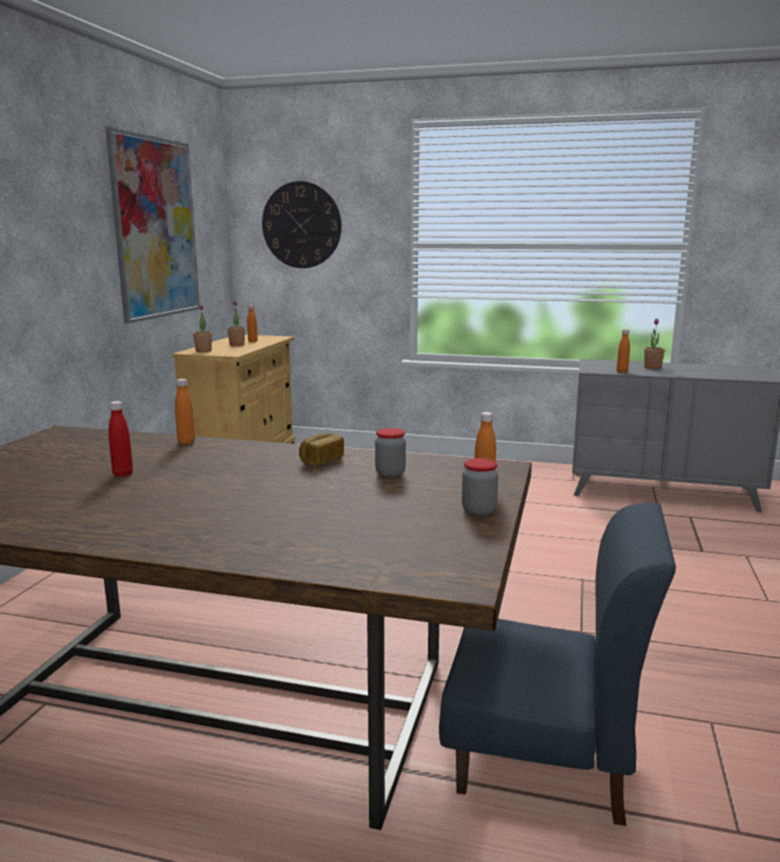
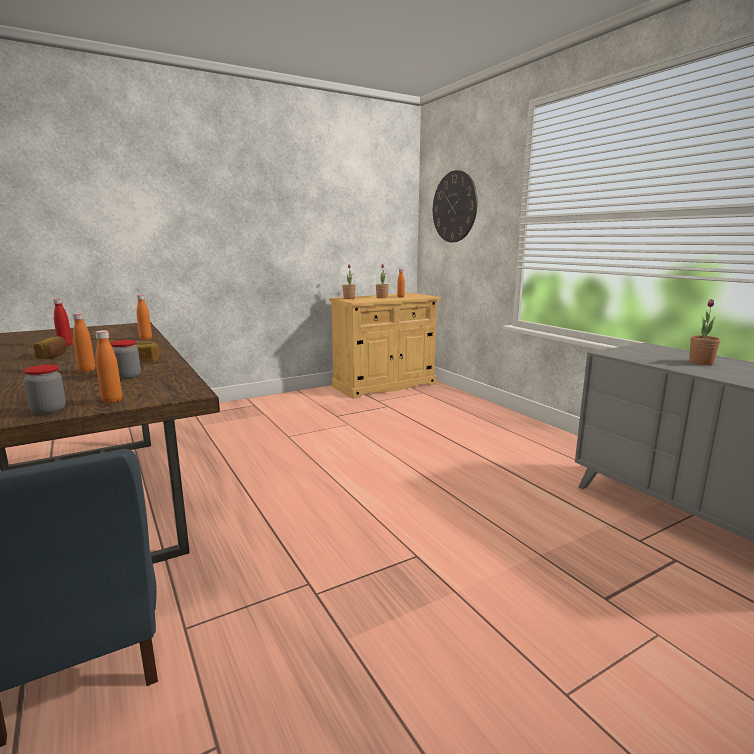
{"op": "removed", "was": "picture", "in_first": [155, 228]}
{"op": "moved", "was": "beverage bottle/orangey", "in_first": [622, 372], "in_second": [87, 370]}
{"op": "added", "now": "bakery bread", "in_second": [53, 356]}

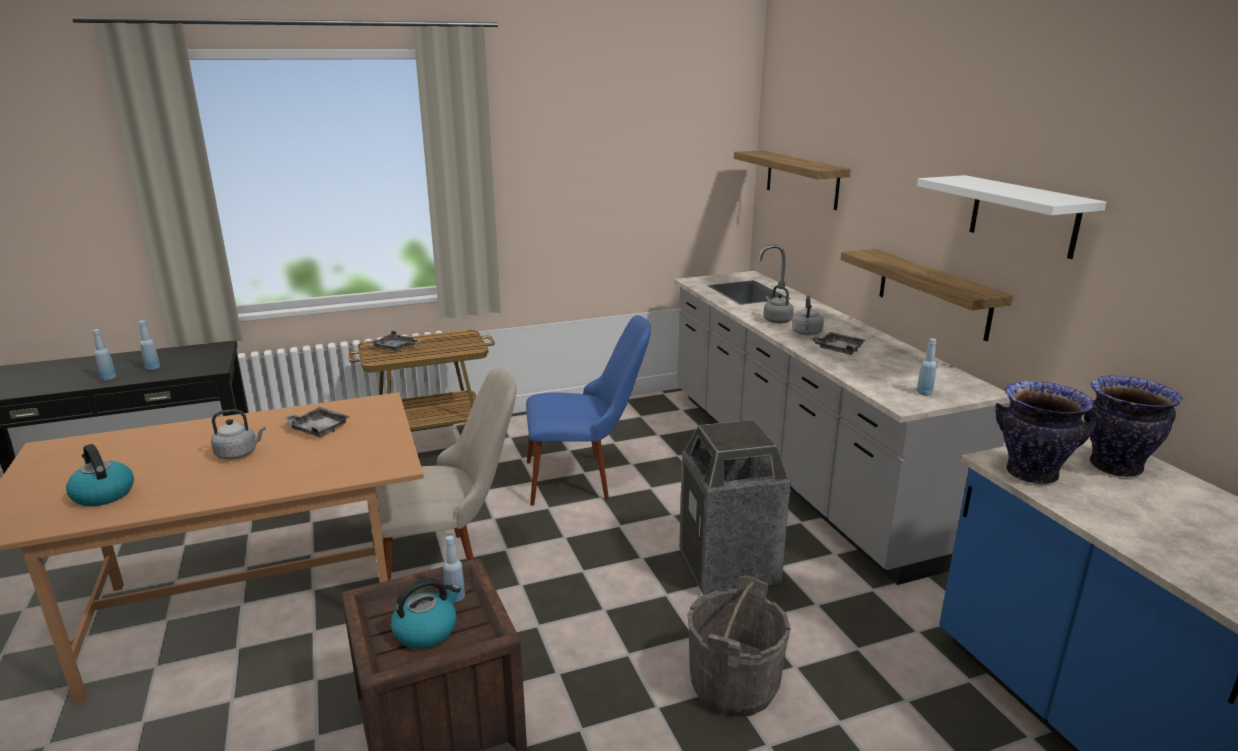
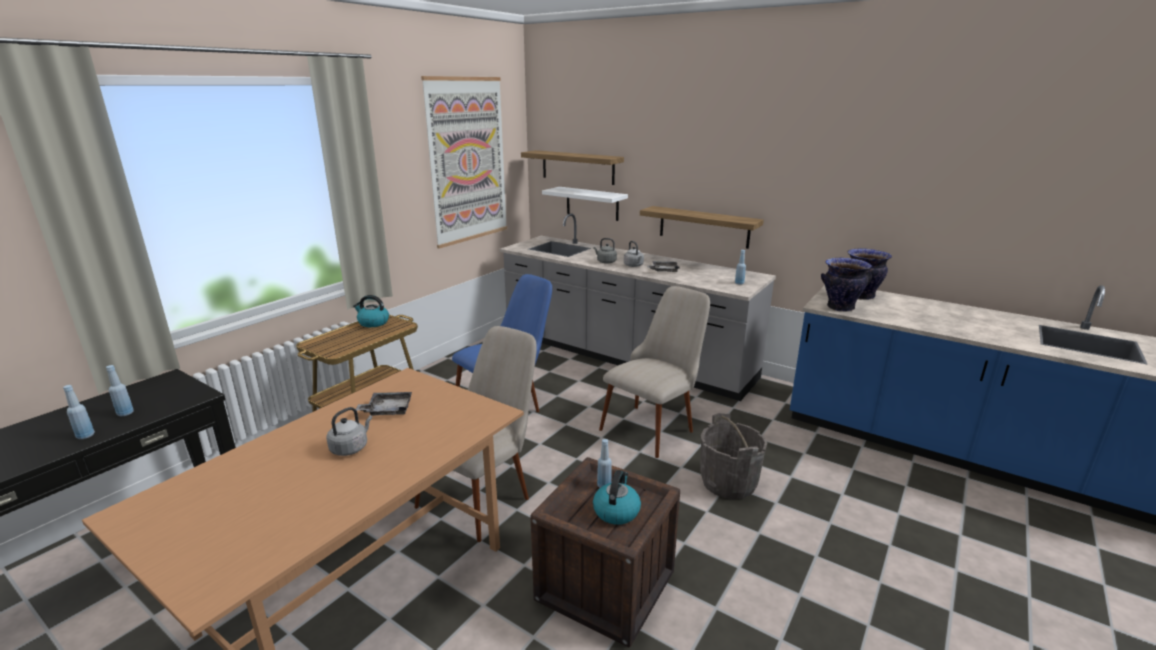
{"op": "moved", "was": "kettle", "in_first": [103, 494], "in_second": [373, 323]}
{"op": "removed", "was": "serving tray/grey", "in_first": [396, 348]}
{"op": "replaced", "was": "rubbish bin", "now": "upright chair/beige", "in_first": [729, 568], "in_second": [655, 424]}
{"op": "moved", "was": "wall shelf/white-coloured", "in_first": [1023, 216], "in_second": [592, 203]}
{"op": "added", "now": "picture", "in_second": [468, 161]}

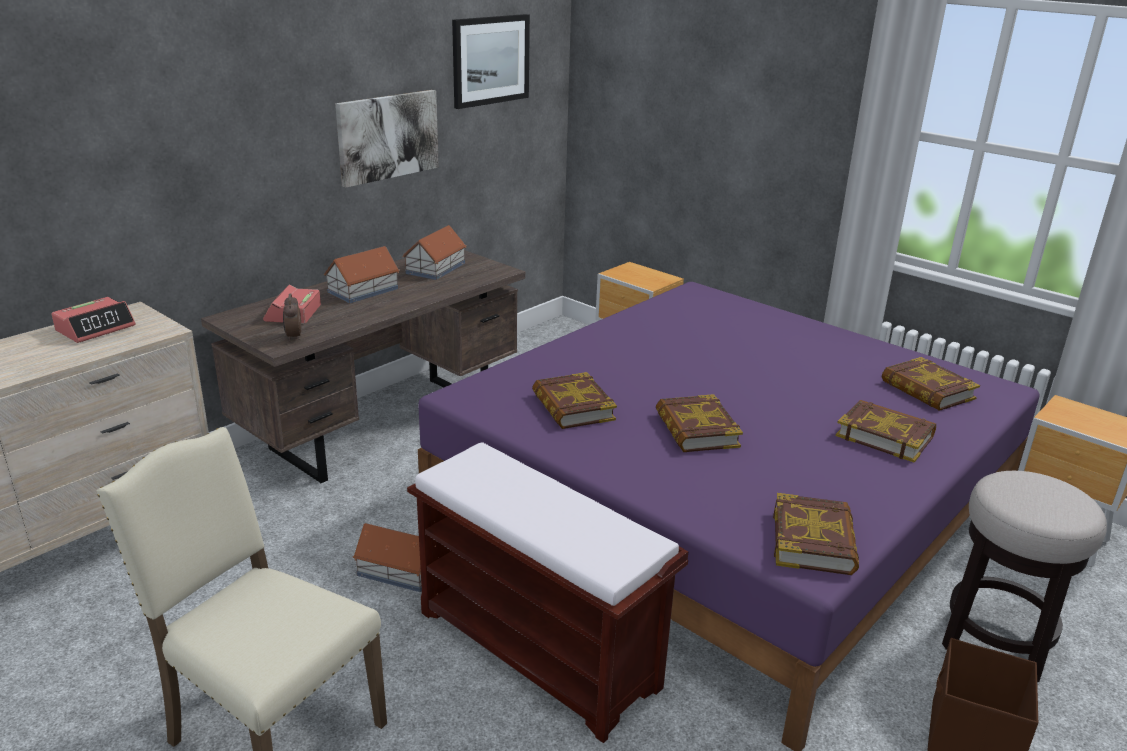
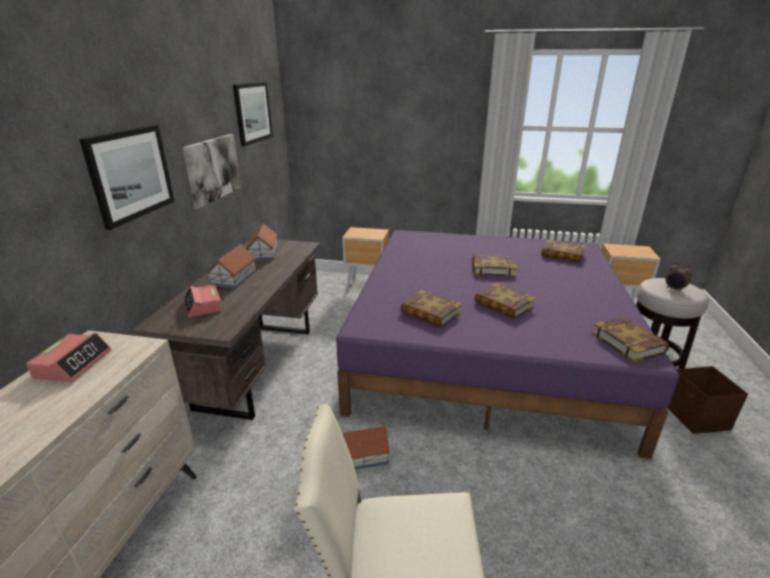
{"op": "moved", "was": "bedside clock", "in_first": [293, 337], "in_second": [674, 289]}
{"op": "removed", "was": "long seat/brown-coloured", "in_first": [540, 649]}
{"op": "moved", "was": "book", "in_first": [884, 436], "in_second": [493, 268]}
{"op": "added", "now": "picture", "in_second": [131, 174]}

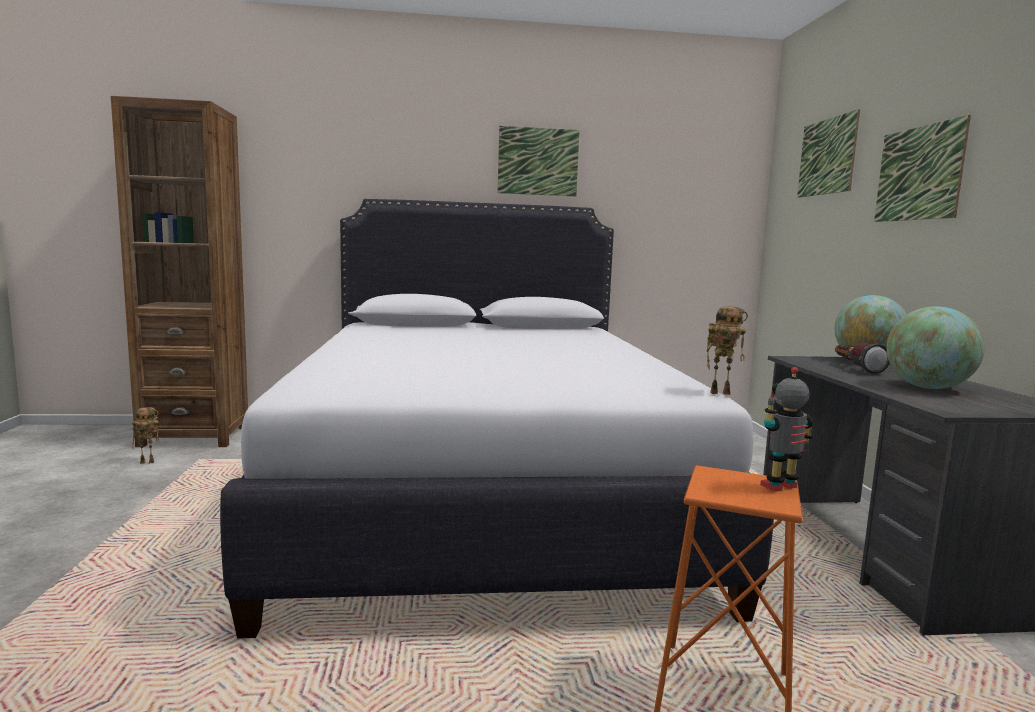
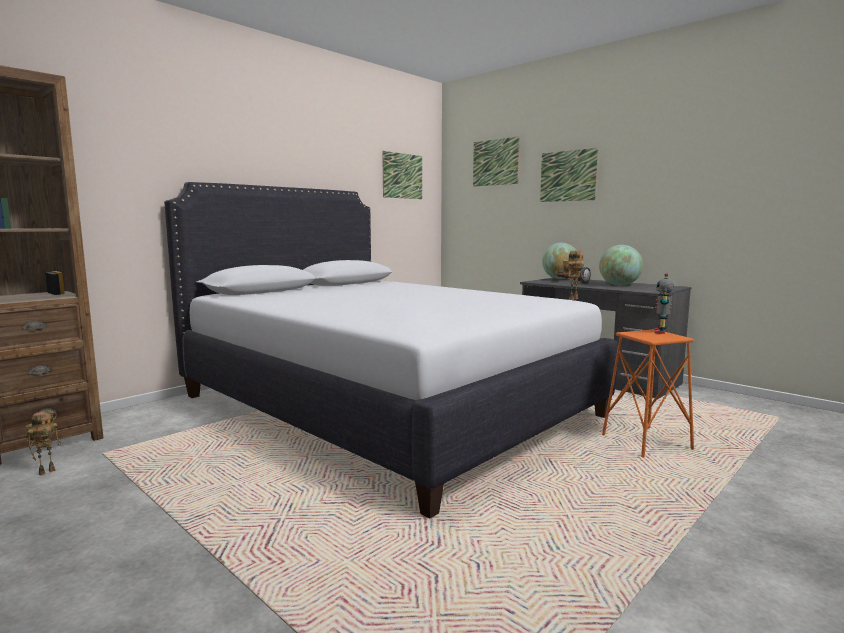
{"op": "moved", "was": "picture", "in_first": [538, 161], "in_second": [402, 176]}

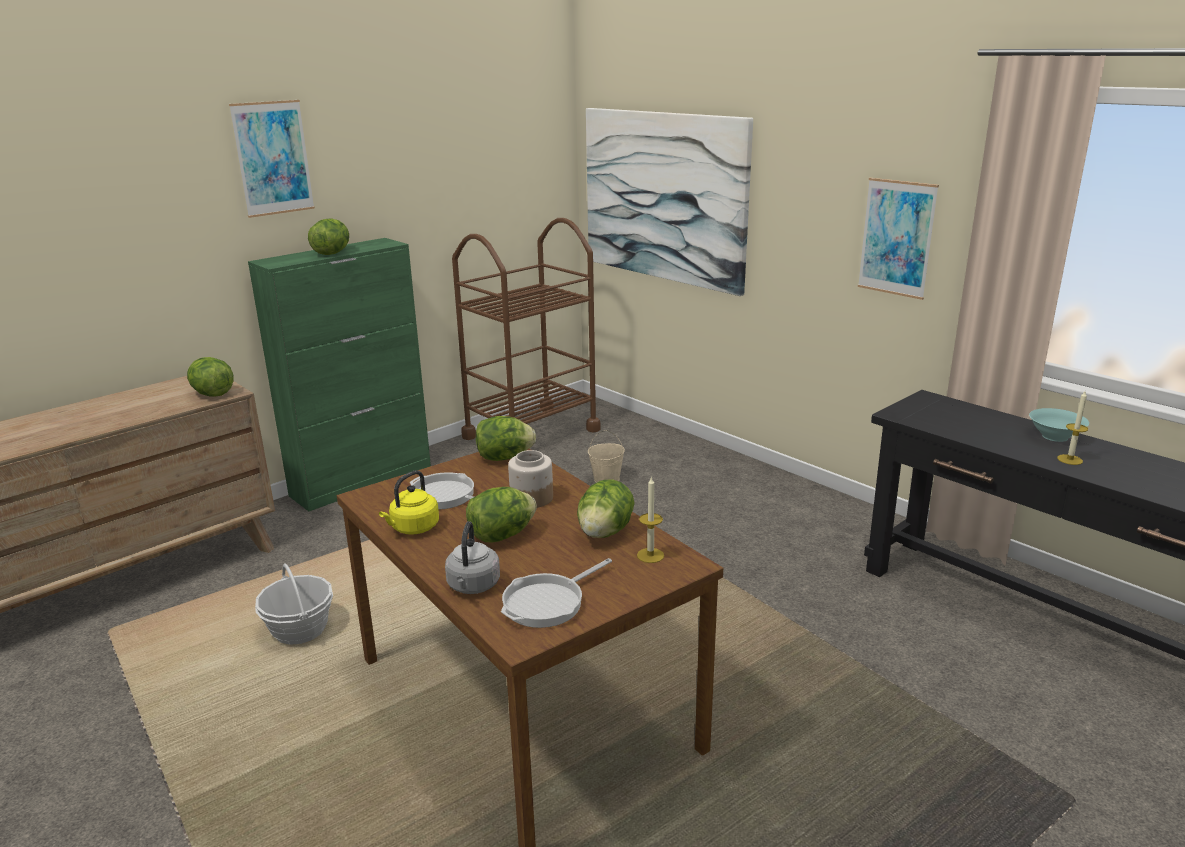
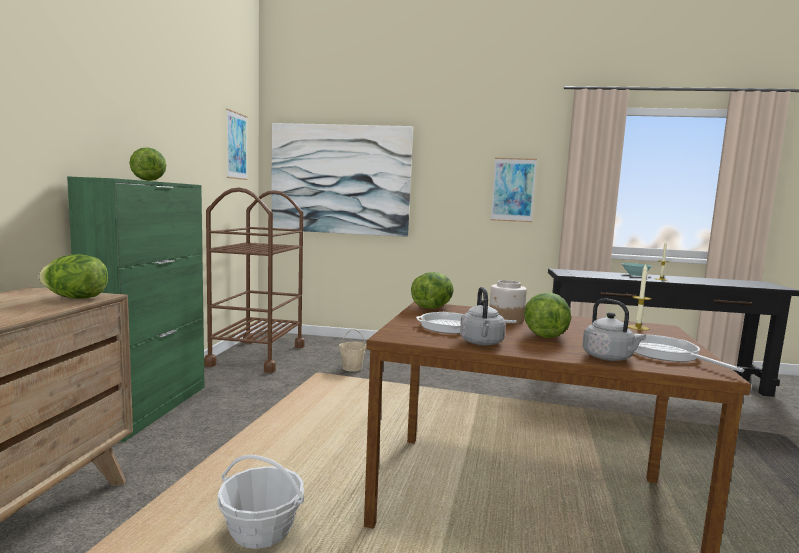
{"op": "moved", "was": "picture", "in_first": [273, 158], "in_second": [236, 146]}
{"op": "recoloured", "was": "kettle/yellow", "now": "kettle/grey", "in_first": [413, 528], "in_second": [482, 343]}
{"op": "turned", "was": "frying pan", "in_first": [548, 602], "in_second": [666, 354], "clockwise": 150}
{"op": "removed", "was": "lettuce head", "in_first": [604, 532]}

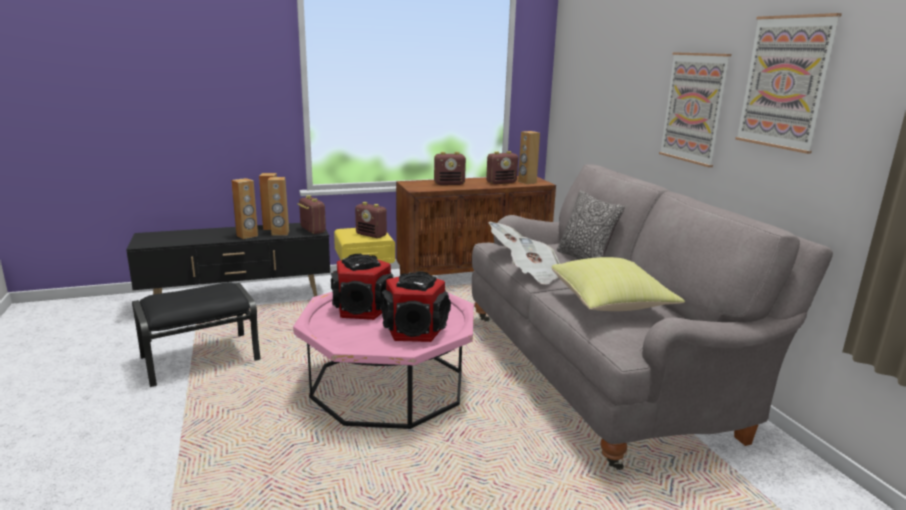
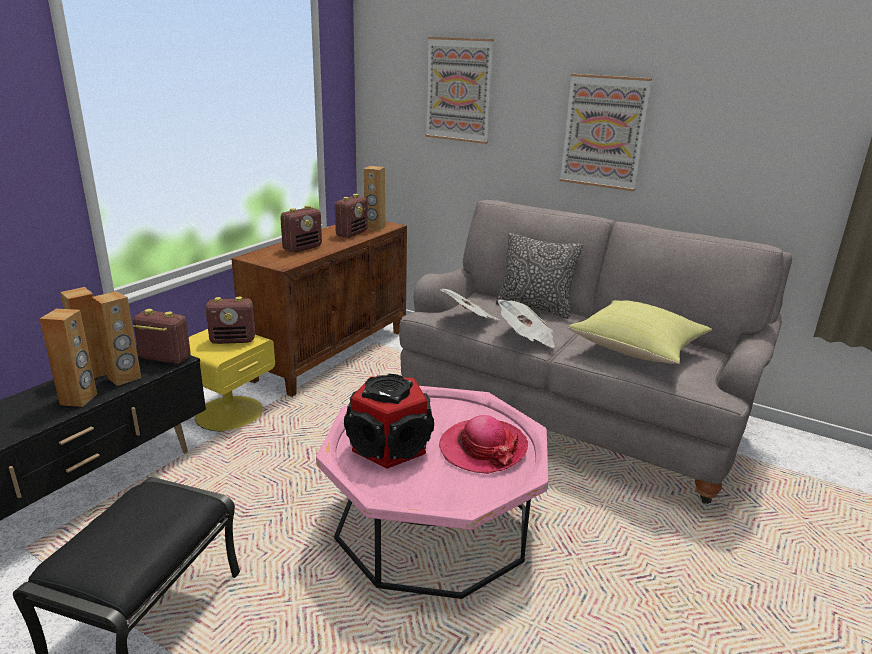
{"op": "replaced", "was": "speaker", "now": "clothing hat", "in_first": [414, 330], "in_second": [482, 448]}
{"op": "moved", "was": "picture", "in_first": [785, 82], "in_second": [459, 90]}

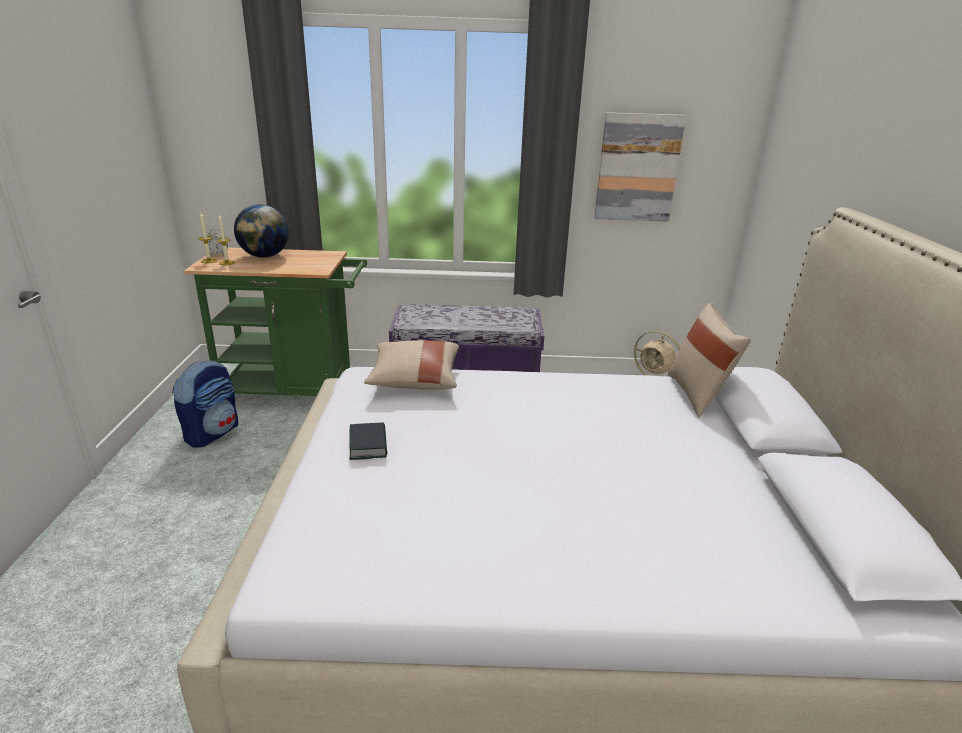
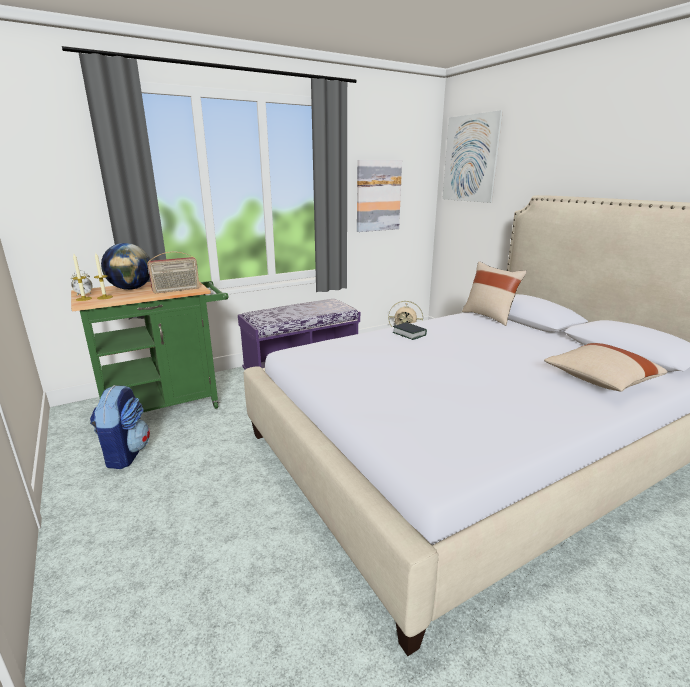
{"op": "moved", "was": "book", "in_first": [368, 445], "in_second": [409, 334]}
{"op": "moved", "was": "cushion/beige", "in_first": [415, 380], "in_second": [599, 381]}
{"op": "added", "now": "radio receiver", "in_second": [176, 290]}
{"op": "added", "now": "picture", "in_second": [470, 159]}

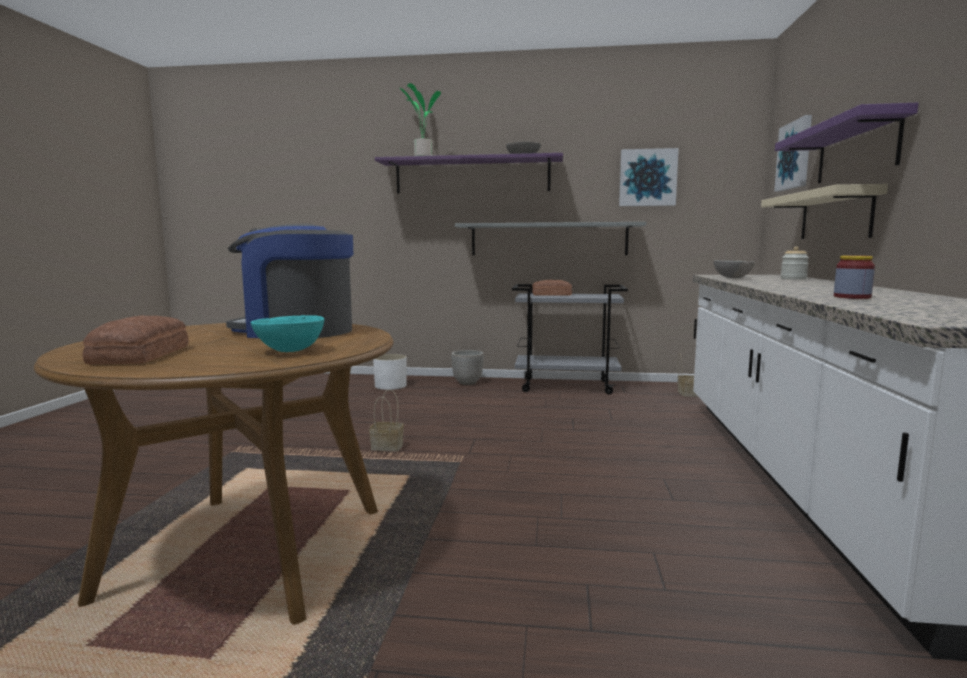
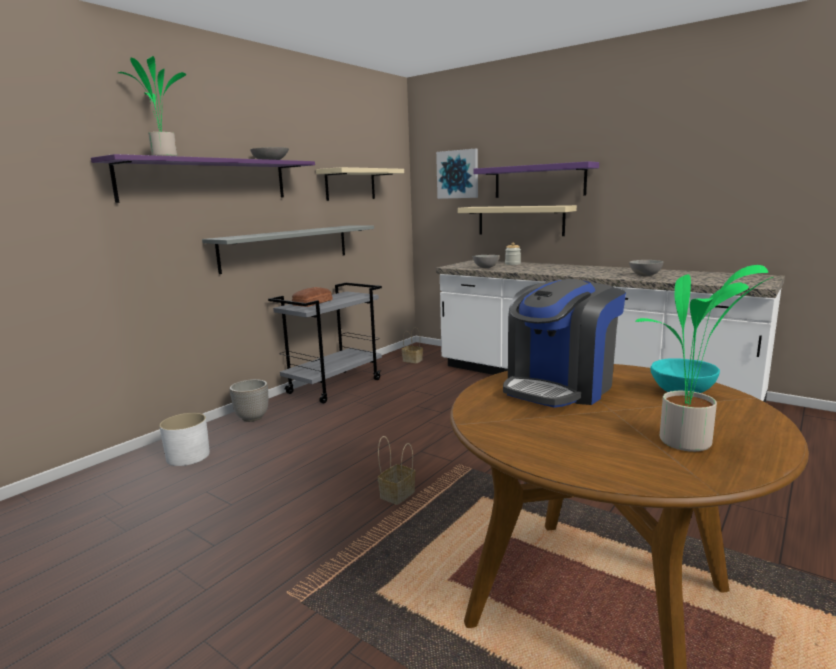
{"op": "replaced", "was": "bakery bread", "now": "plant in a pot", "in_first": [143, 354], "in_second": [688, 443]}
{"op": "replaced", "was": "picture", "now": "wall shelf/beige", "in_first": [647, 178], "in_second": [350, 184]}
{"op": "replaced", "was": "jar", "now": "serving bowl/grey", "in_first": [852, 297], "in_second": [644, 276]}

